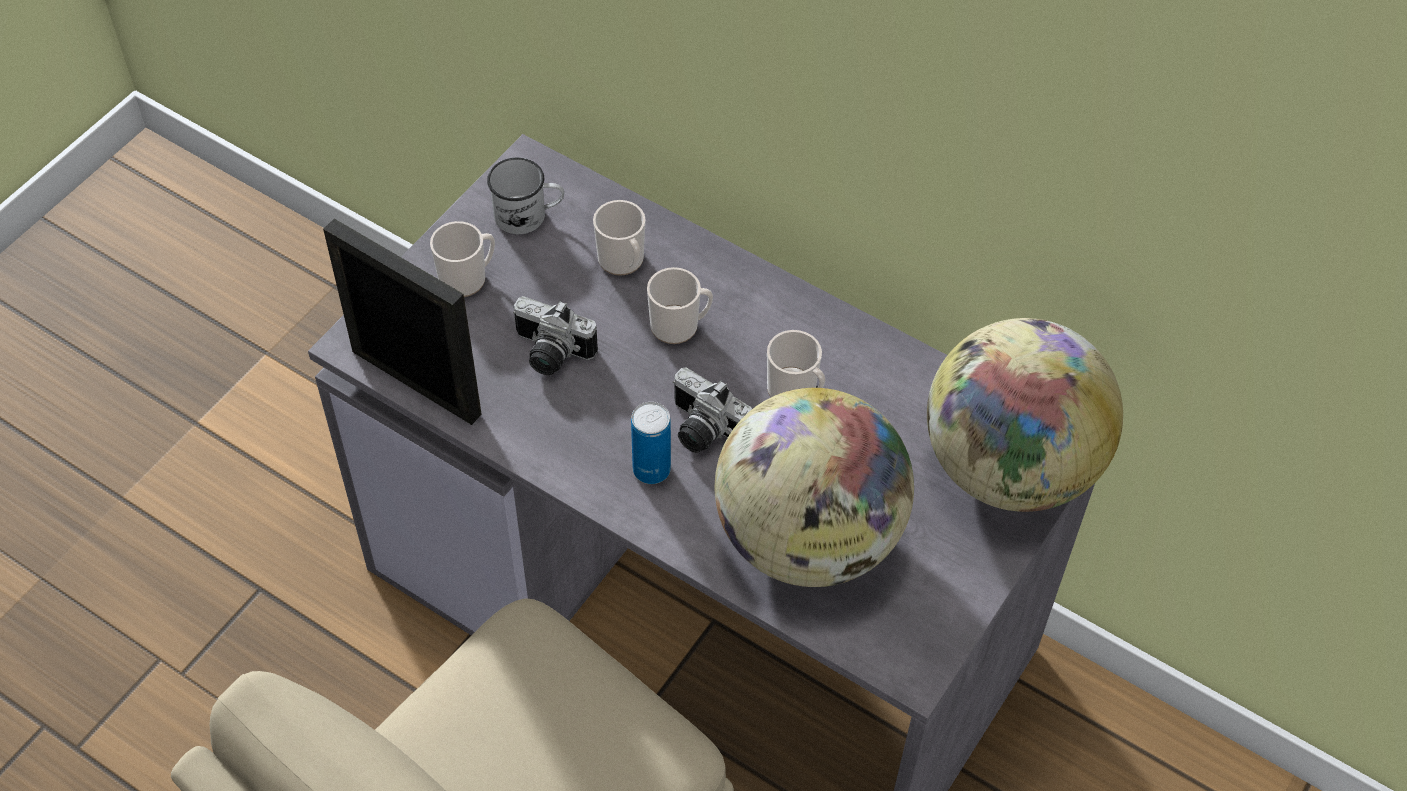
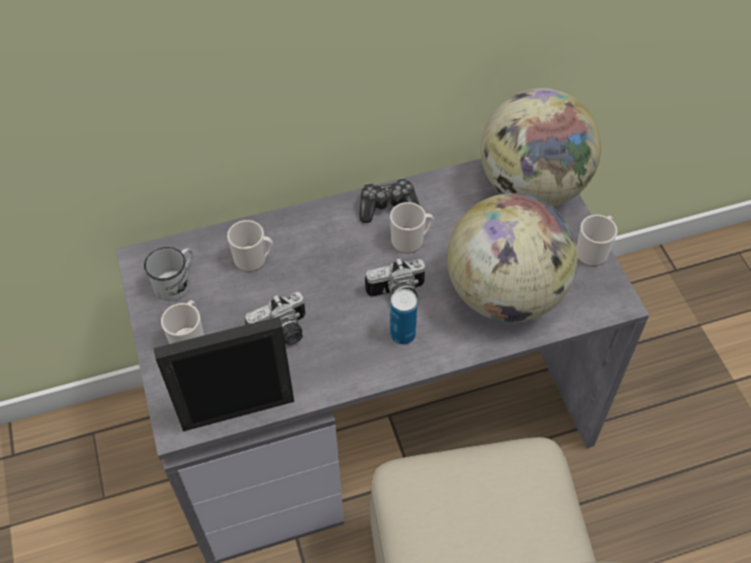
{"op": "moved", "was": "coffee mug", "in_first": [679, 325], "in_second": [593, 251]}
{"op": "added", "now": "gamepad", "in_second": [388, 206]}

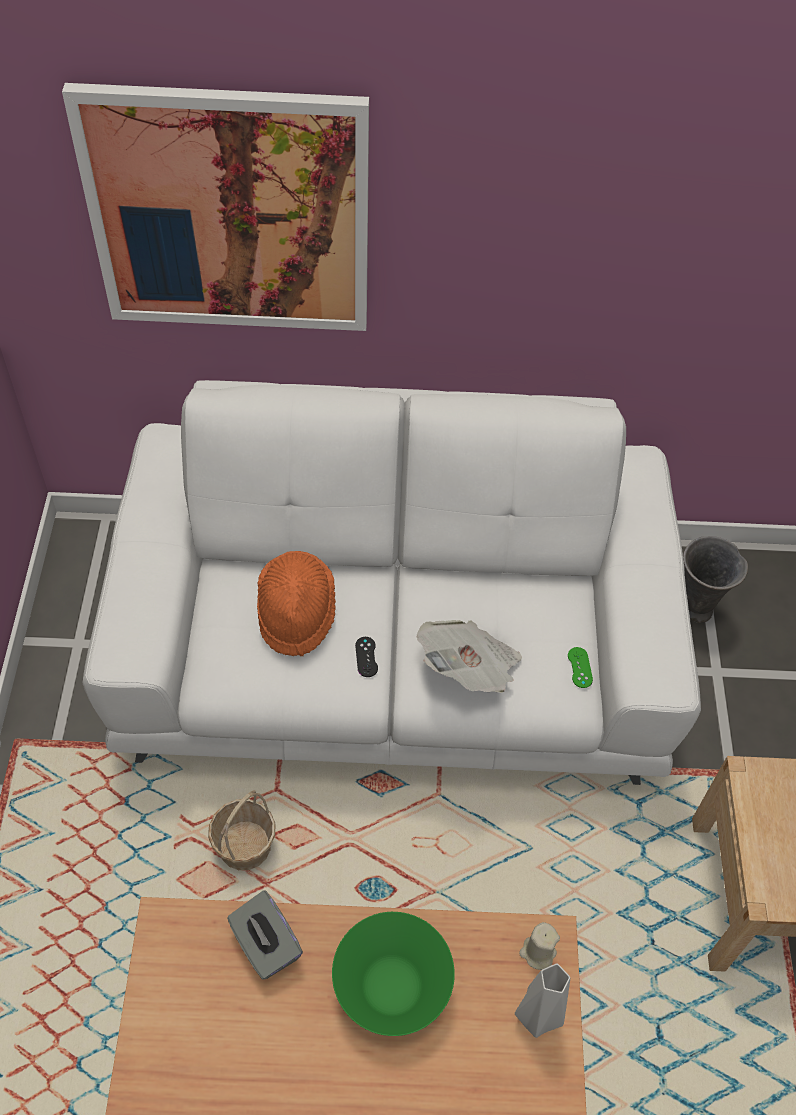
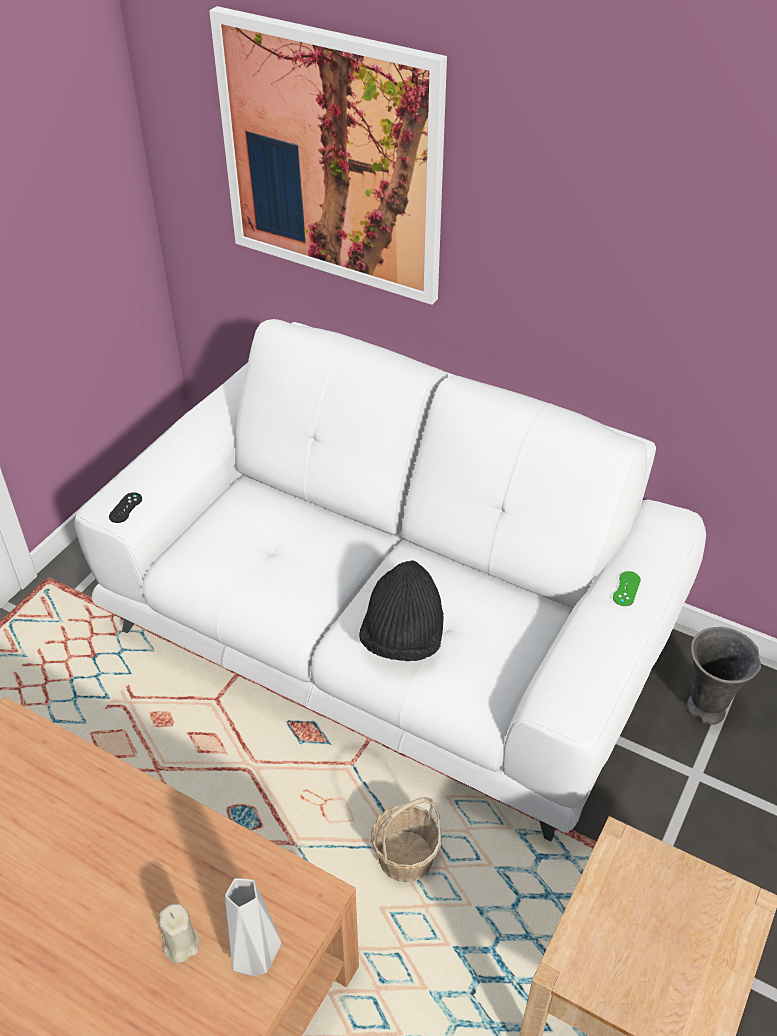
{"op": "moved", "was": "household basket", "in_first": [244, 846], "in_second": [405, 857]}
{"op": "removed", "was": "tissue holder/grey", "in_first": [266, 945]}
{"op": "removed", "was": "clothing hat/orangey", "in_first": [296, 613]}
{"op": "removed", "was": "serving bowl/green-coloured", "in_first": [391, 987]}
{"op": "moved", "was": "gamepad/black", "in_first": [366, 657], "in_second": [125, 508]}
{"op": "replaced", "was": "newspaper", "now": "clothing hat/black", "in_first": [469, 669], "in_second": [403, 638]}
{"op": "moved", "was": "wax candle/beige", "in_first": [537, 953], "in_second": [180, 943]}
{"op": "moved", "was": "gamepad/green-coloured", "in_first": [580, 667], "in_second": [626, 589]}

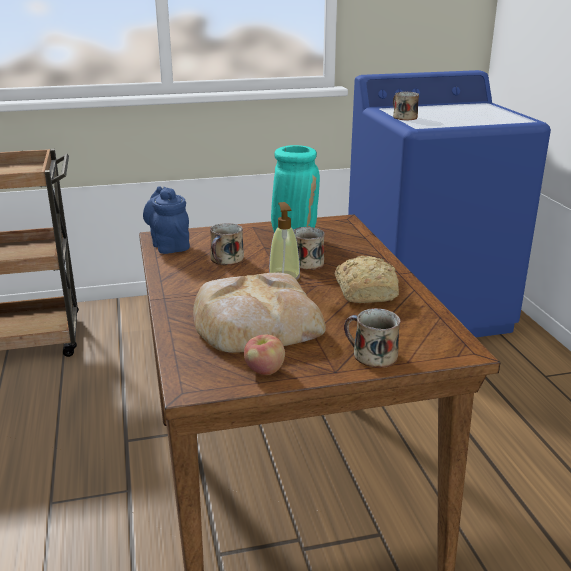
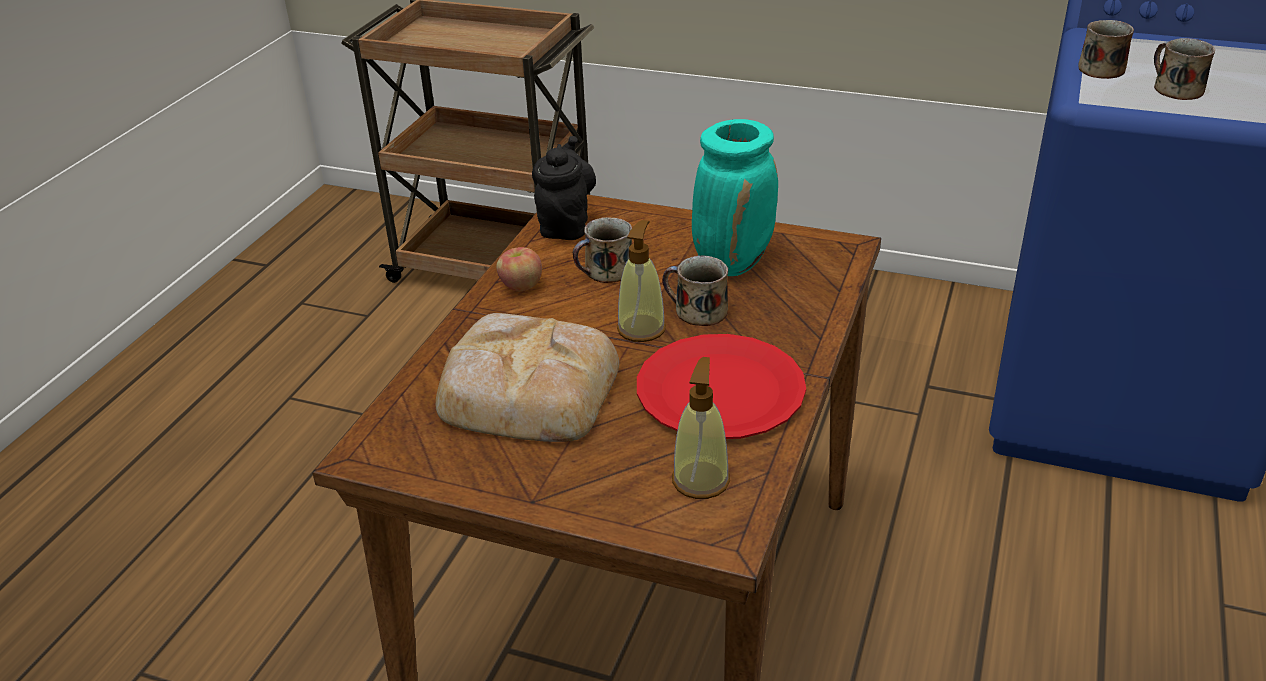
{"op": "recoloured", "was": "tea pot/bluish", "now": "tea pot/black", "in_first": [169, 245], "in_second": [565, 224]}
{"op": "moved", "was": "whole apple", "in_first": [264, 370], "in_second": [521, 286]}
{"op": "replaced", "was": "bakery bread", "now": "plate/red", "in_first": [366, 292], "in_second": [721, 390]}
{"op": "moved", "was": "coffee mug", "in_first": [372, 355], "in_second": [1175, 89]}
{"op": "added", "now": "soap bottle", "in_second": [701, 480]}

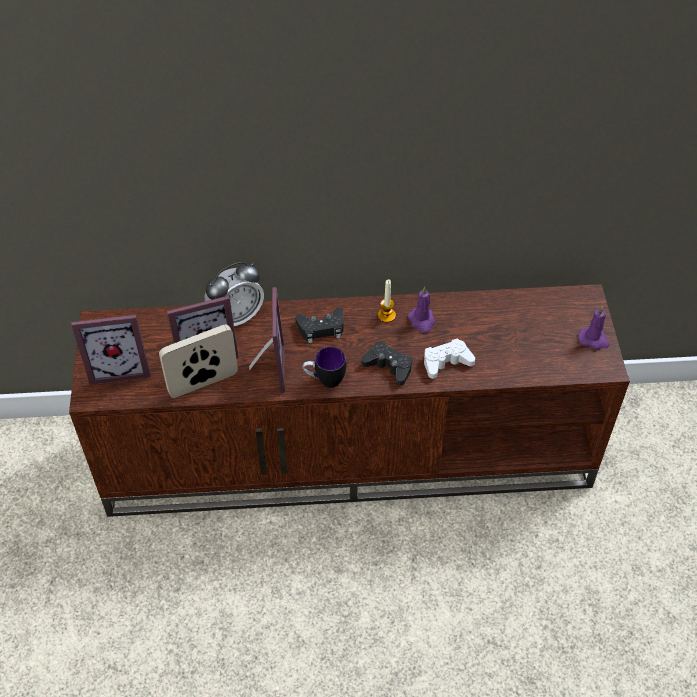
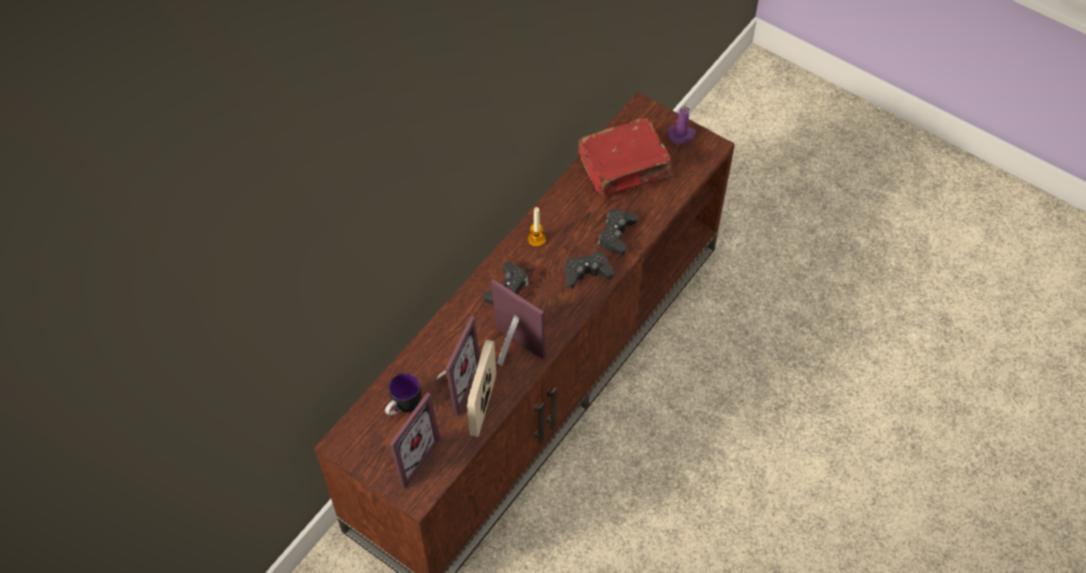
{"op": "removed", "was": "bedside clock", "in_first": [236, 316]}
{"op": "moved", "was": "coffee mug", "in_first": [324, 380], "in_second": [403, 408]}
{"op": "removed", "was": "wax candle/purple", "in_first": [422, 321]}
{"op": "recoloured", "was": "gamepad/white-coloured", "now": "gamepad/black", "in_first": [446, 362], "in_second": [616, 235]}
{"op": "added", "now": "book/red", "in_second": [625, 168]}

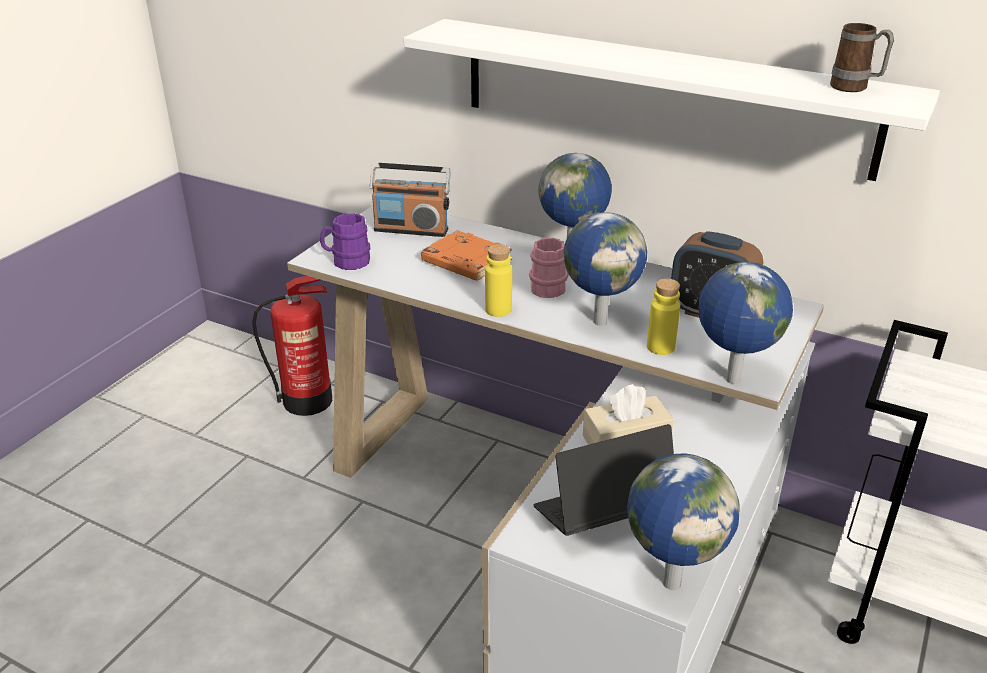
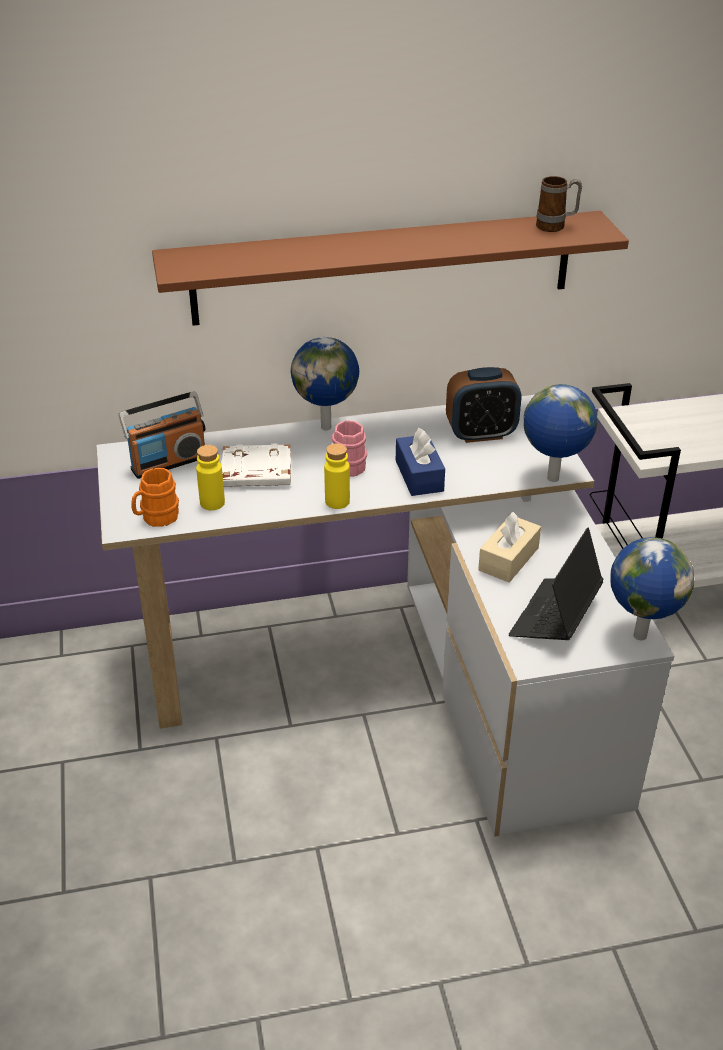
{"op": "removed", "was": "fire extinguisher", "in_first": [309, 400]}
{"op": "recoloured", "was": "coffee mug/purple", "now": "coffee mug/orangey", "in_first": [346, 262], "in_second": [156, 518]}
{"op": "recoloured", "was": "wall shelf/white-coloured", "now": "wall shelf/brown-coloured", "in_first": [661, 96], "in_second": [383, 268]}
{"op": "recoloured", "was": "book/orangey", "now": "book/white-coloured", "in_first": [465, 262], "in_second": [256, 473]}
{"op": "replaced", "was": "desk globe", "now": "tissue holder/bluish", "in_first": [600, 321], "in_second": [419, 476]}
{"op": "moved", "was": "beverage bottle/yellow", "in_first": [660, 347], "in_second": [212, 503]}

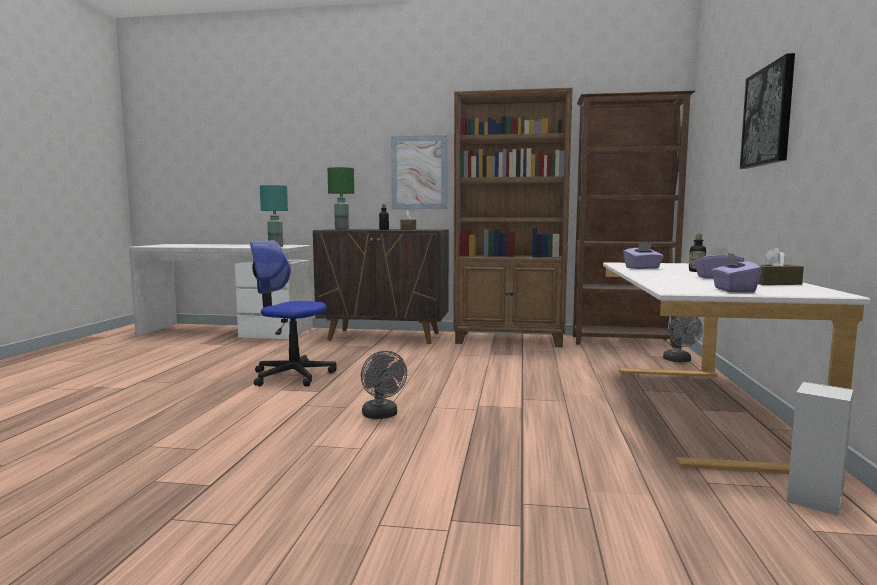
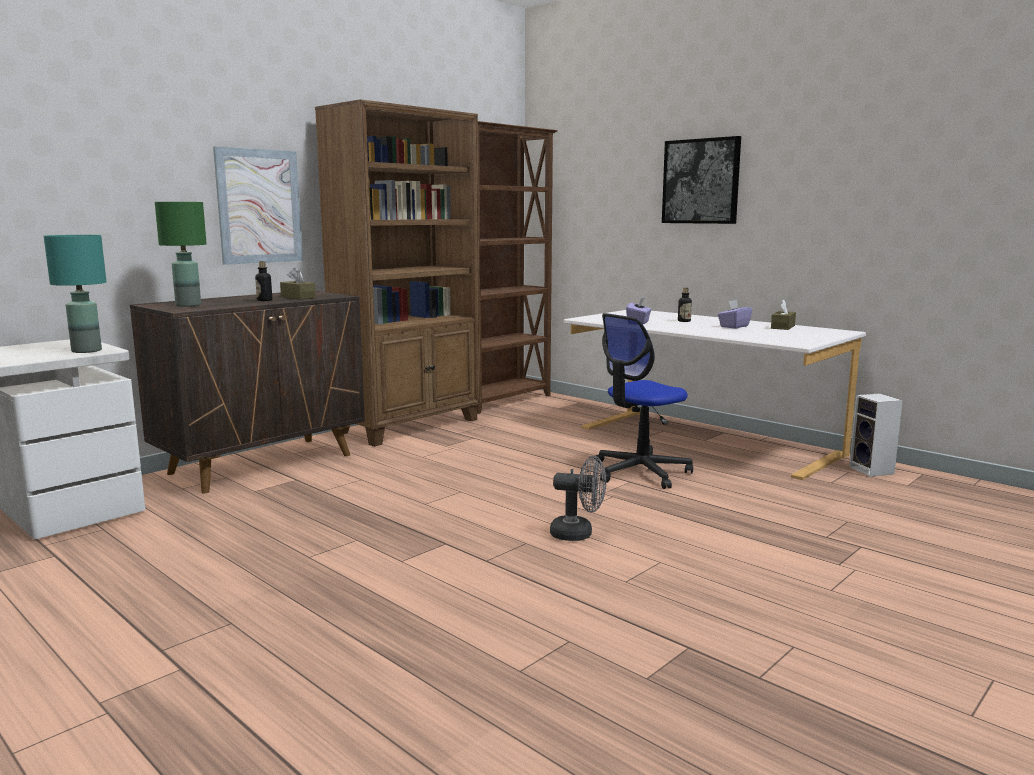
{"op": "moved", "was": "computer chair", "in_first": [292, 375], "in_second": [640, 472]}
{"op": "removed", "was": "electric fan/grey", "in_first": [679, 361]}
{"op": "removed", "was": "tissue holder/purple", "in_first": [733, 290]}

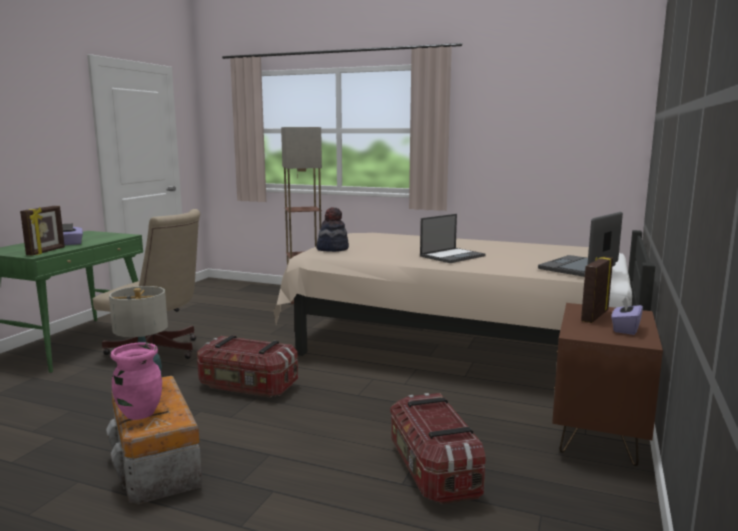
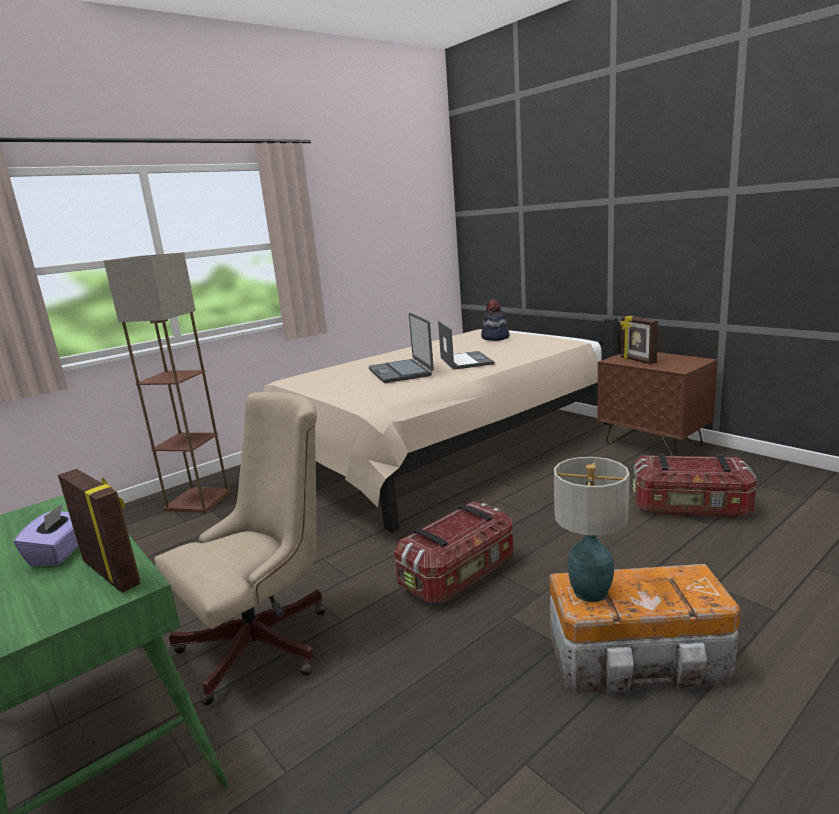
{"op": "removed", "was": "flower vase/pinkish", "in_first": [140, 413]}
{"op": "moved", "was": "clothing hat", "in_first": [332, 249], "in_second": [495, 338]}
{"op": "moved", "was": "notebook computer", "in_first": [579, 268], "in_second": [401, 372]}
{"op": "removed", "was": "tissue holder/purple", "in_first": [625, 329]}

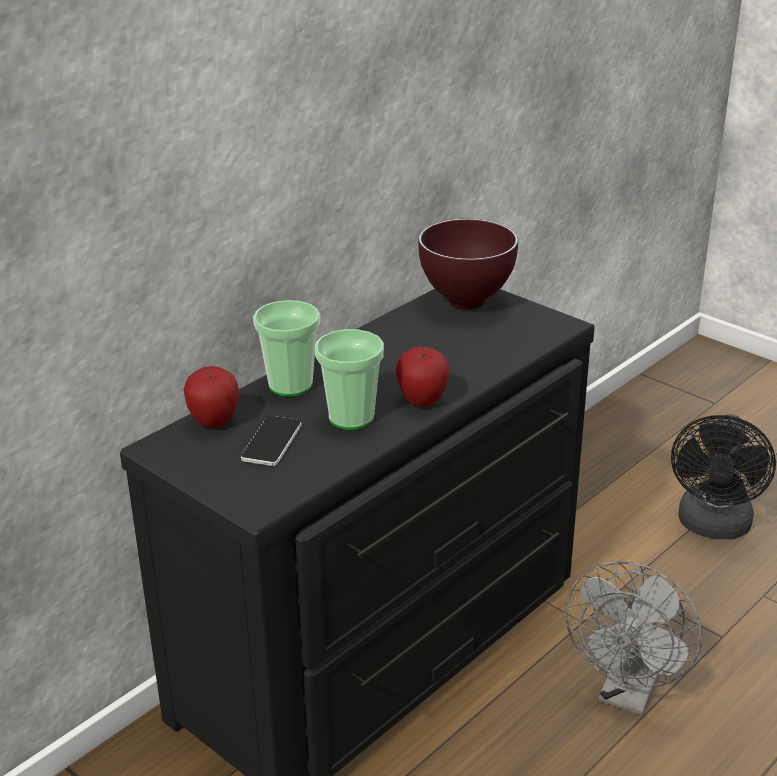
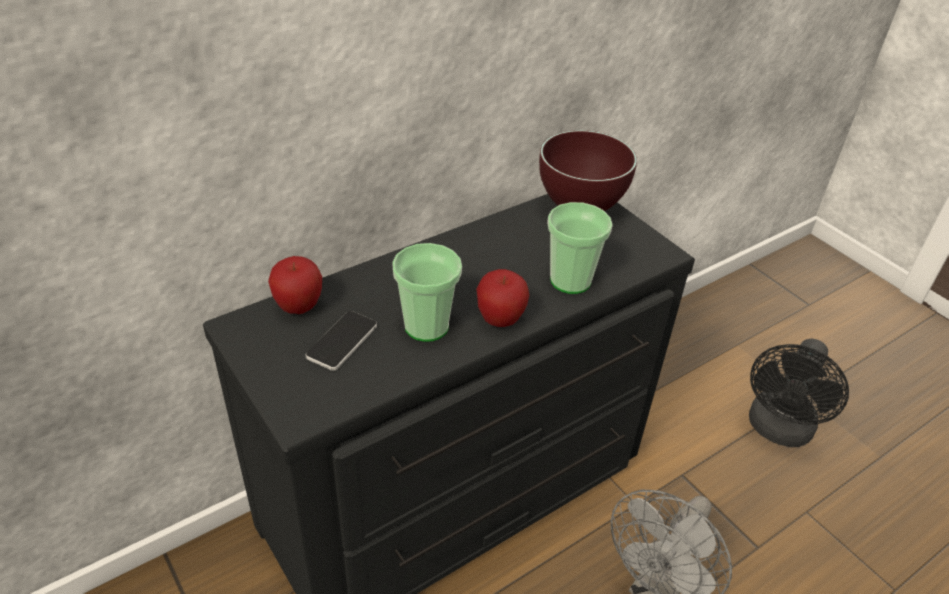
{"op": "moved", "was": "small cup", "in_first": [290, 385], "in_second": [570, 280]}

